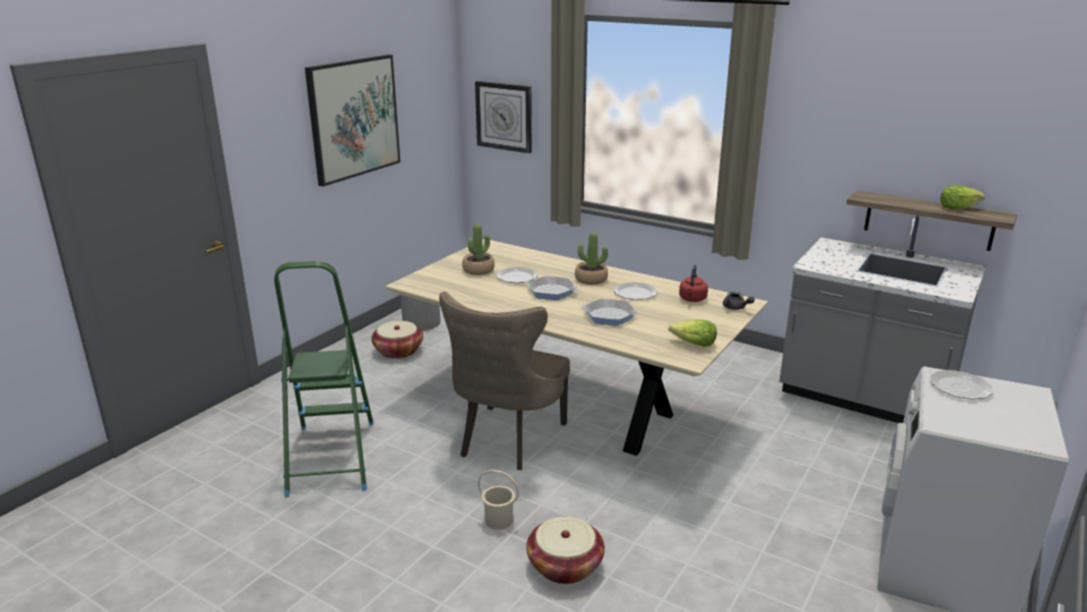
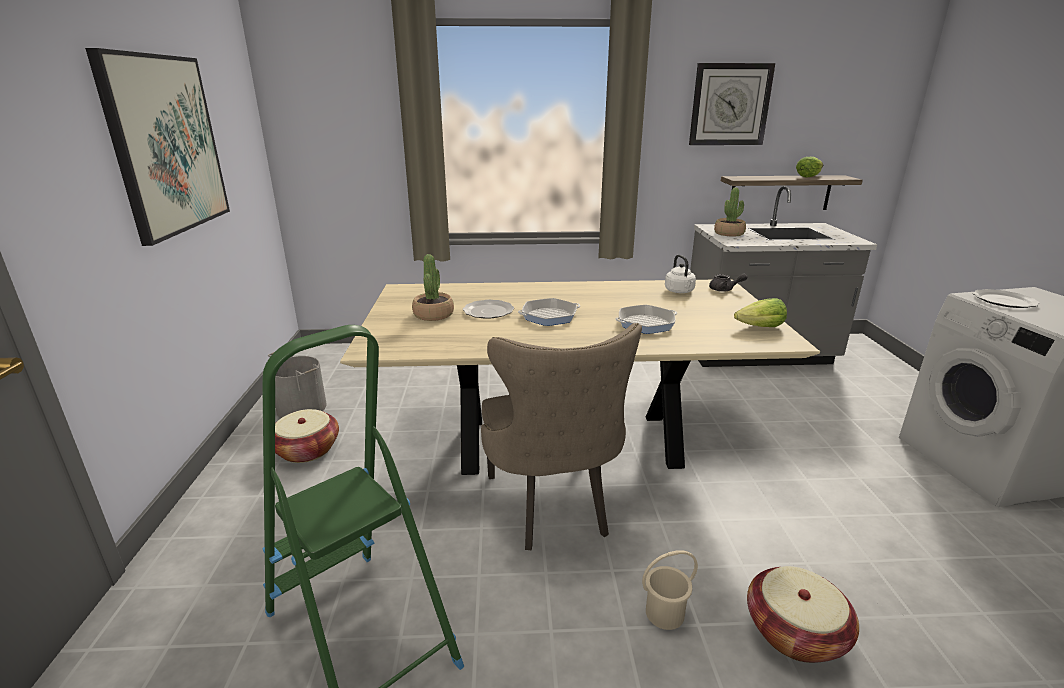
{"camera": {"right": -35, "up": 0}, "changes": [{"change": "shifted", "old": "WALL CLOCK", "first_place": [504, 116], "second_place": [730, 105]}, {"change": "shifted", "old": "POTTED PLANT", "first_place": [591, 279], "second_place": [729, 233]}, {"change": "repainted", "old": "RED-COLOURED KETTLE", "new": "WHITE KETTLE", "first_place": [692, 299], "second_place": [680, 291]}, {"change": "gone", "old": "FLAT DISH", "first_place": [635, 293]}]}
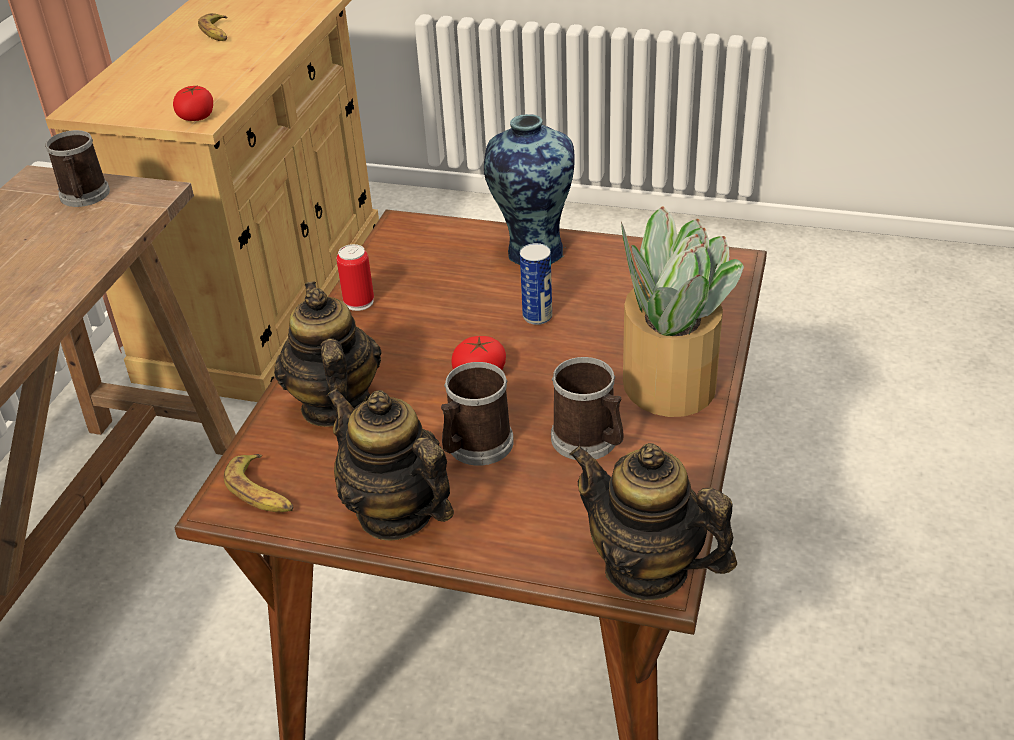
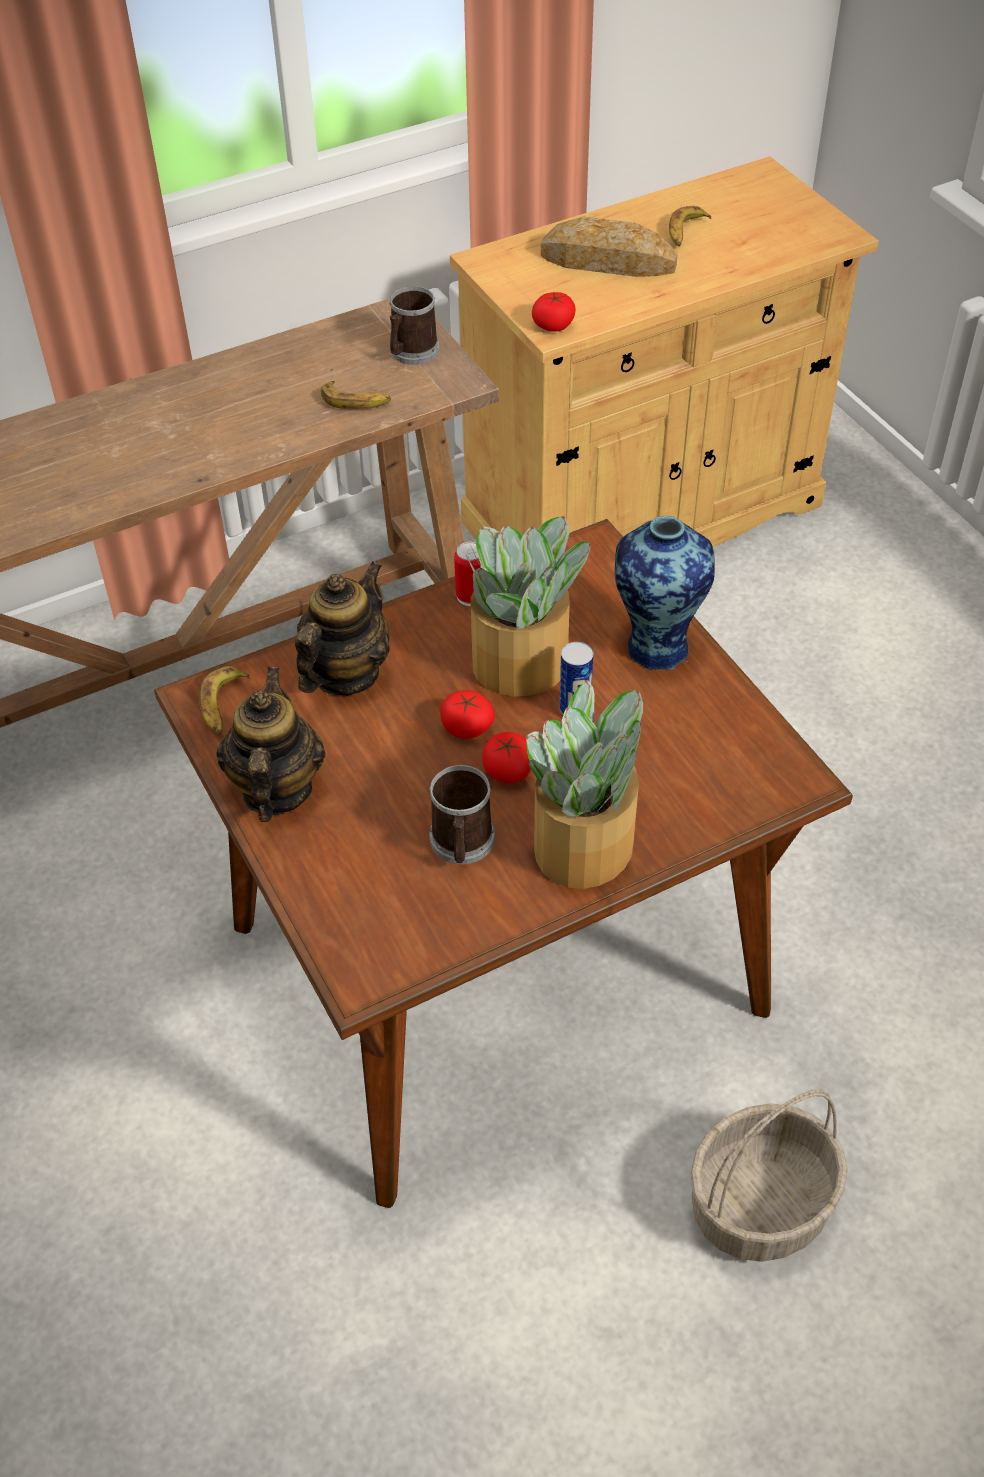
{"camera": {"right": 45, "up": 10}, "changes": [{"change": "gone", "old": "COFFEE MUG", "first_place": [475, 447]}, {"change": "gone", "old": "TEAPOT", "first_place": [647, 569]}, {"change": "new", "new": "BAKED BREAD", "second_place": [608, 261]}, {"change": "new", "new": "BANANA", "second_place": [356, 401]}, {"change": "new", "new": "POTTED PLANT", "second_place": [522, 664]}, {"change": "new", "new": "TOMATO", "second_place": [507, 770]}, {"change": "new", "new": "BASKET", "second_place": [759, 1206]}]}
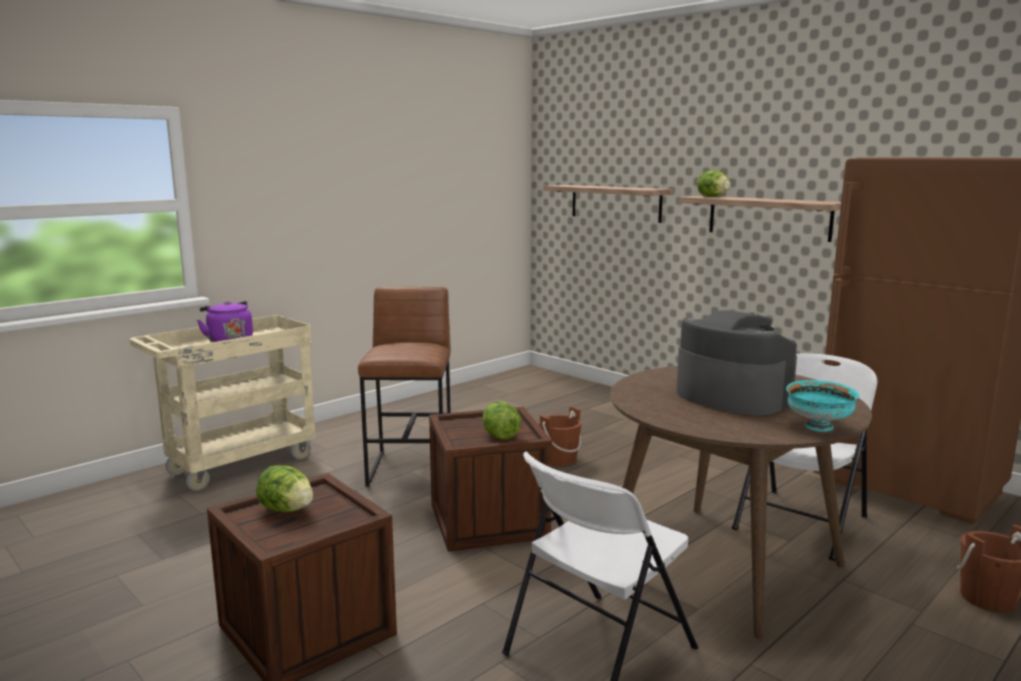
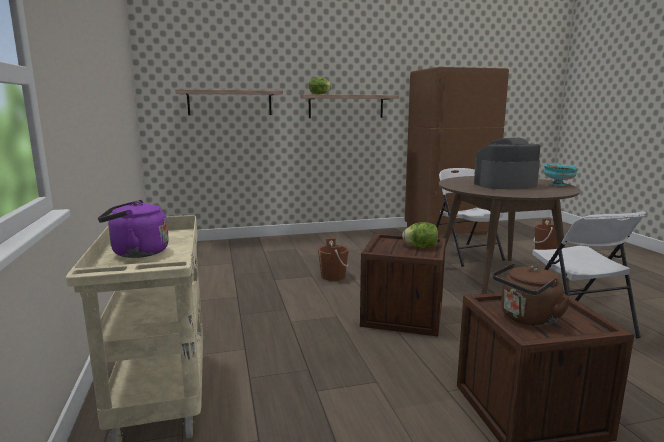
{"camera": {"right": -60, "up": 0}, "changes": [{"change": "gone", "old": "BROWNISH SITTING STOOL", "first_place": [411, 468]}, {"change": "swapped", "old": "HEAD OF LETTUCE", "new": "BROWNISH KETTLE", "first_place": [286, 510], "second_place": [526, 319]}]}
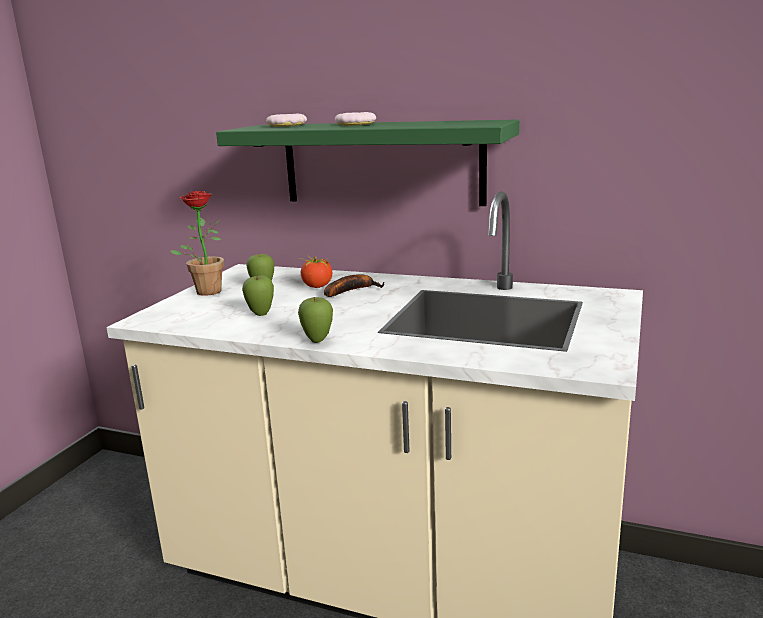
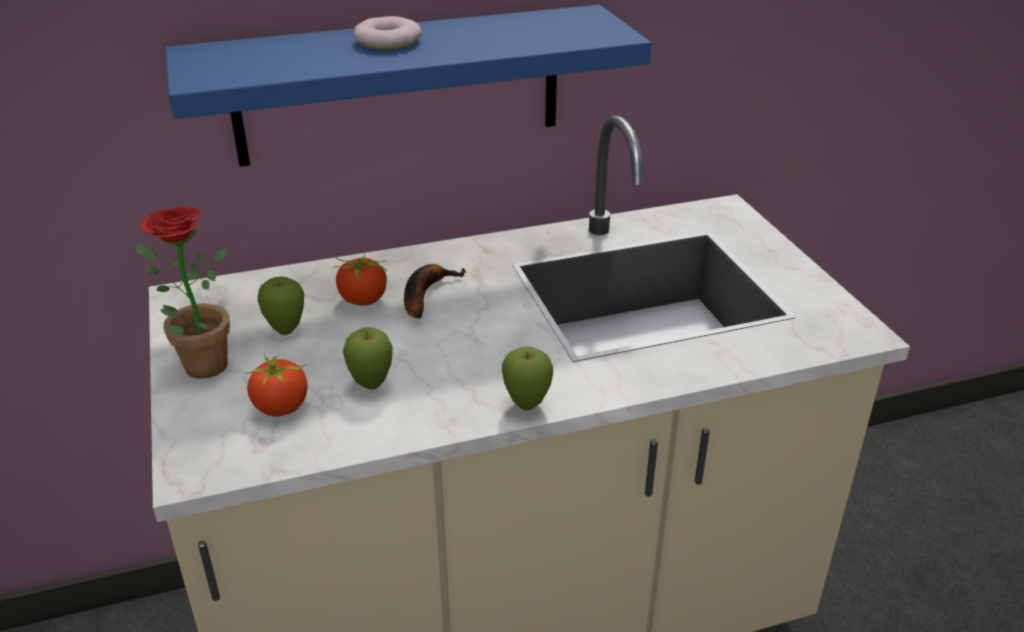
{"camera": {"right": -40, "up": 15}, "changes": [{"change": "gone", "old": "DONUT", "first_place": [287, 125]}, {"change": "repainted", "old": "GREEN SHELF", "new": "BLUISH SHELF", "first_place": [381, 163], "second_place": [399, 86]}, {"change": "new", "new": "TOMATO", "second_place": [281, 407]}]}
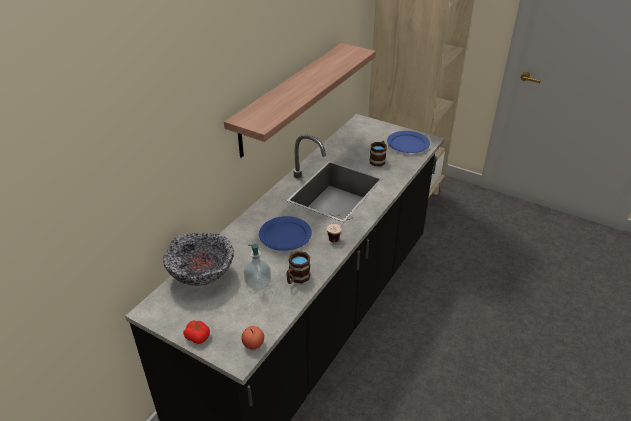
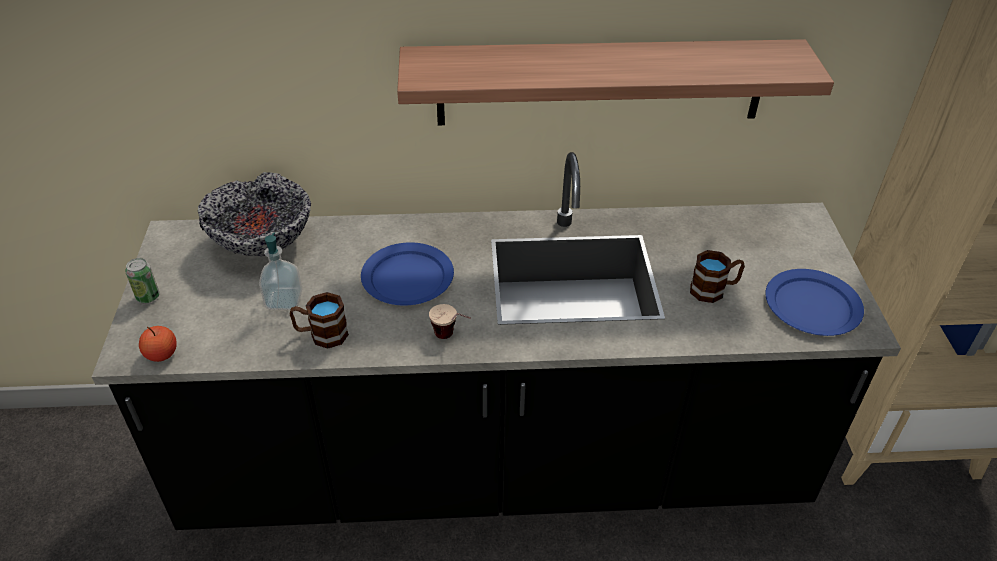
{"camera": {"right": 55, "up": 5}, "changes": [{"change": "swapped", "old": "TOMATO", "new": "METAL CAN", "first_place": [197, 336], "second_place": [148, 296]}]}
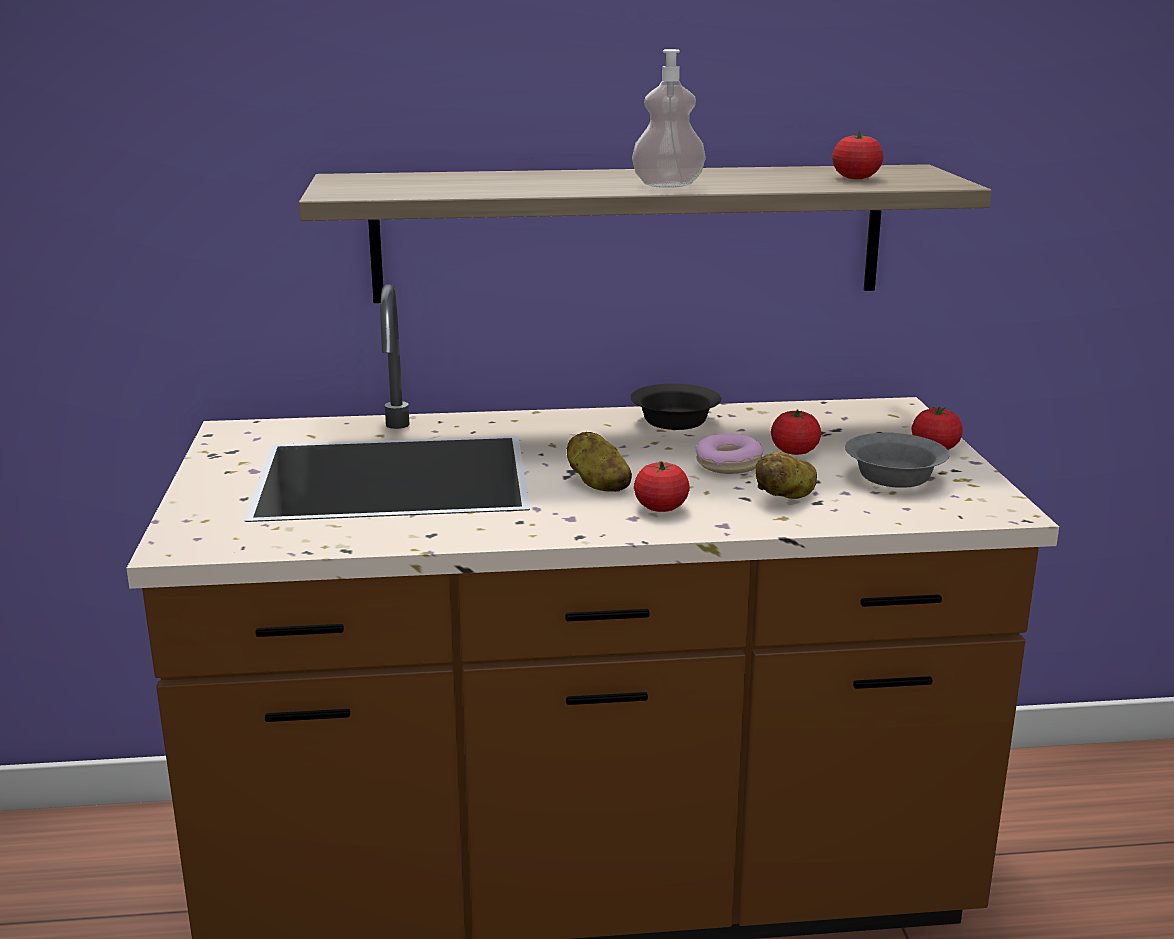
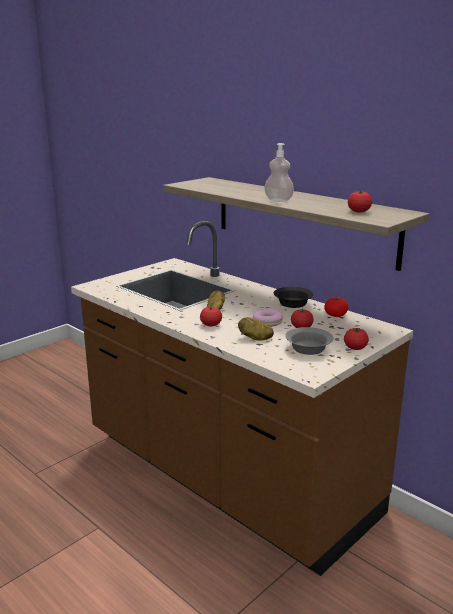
{"camera": {"right": 50, "up": 0}, "changes": [{"change": "new", "new": "TOMATO", "second_place": [336, 315]}]}
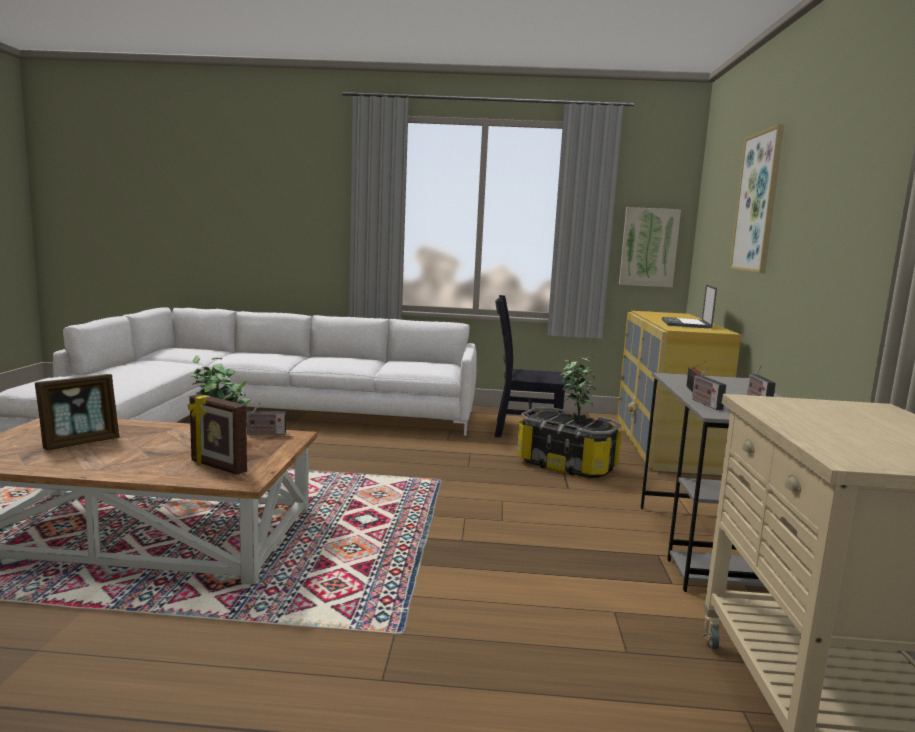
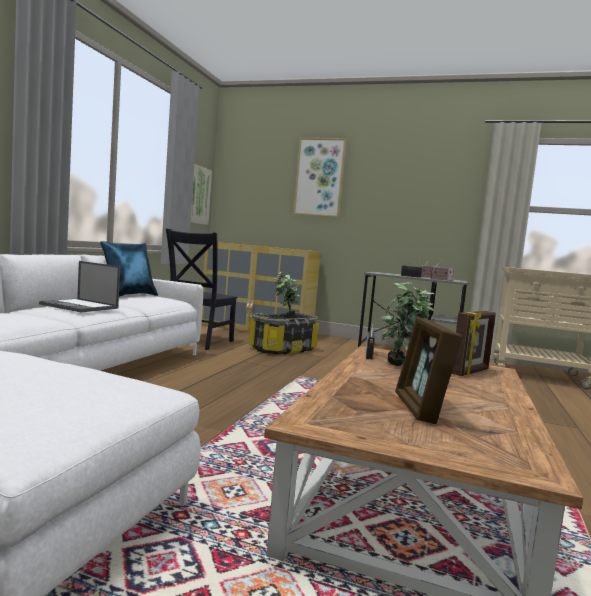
{"camera": {"right": -75, "up": -5}, "changes": [{"change": "shifted", "old": "NOTEBOOK COMPUTER", "first_place": [686, 324], "second_place": [80, 306]}, {"change": "rotated", "old": "PHOTO FRAME", "first_place": [81, 443], "second_place": [420, 409], "degrees": -150}, {"change": "new", "new": "BLUISH THROW PILLOW", "second_place": [128, 296]}]}
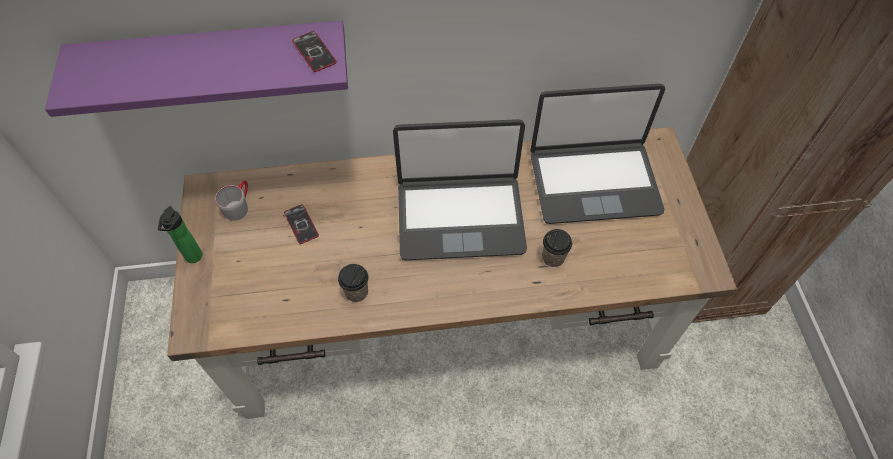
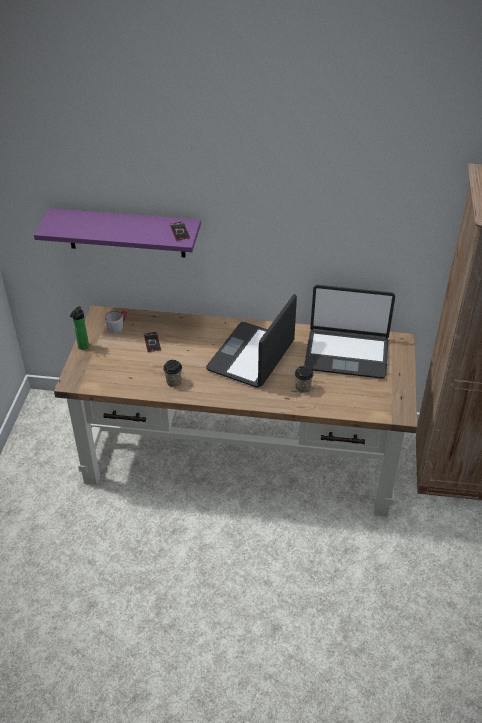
{"camera": {"right": 15, "up": -15}, "changes": [{"change": "rotated", "old": "NOTEBOOK COMPUTER", "first_place": [460, 216], "second_place": [252, 356], "degrees": 105}]}
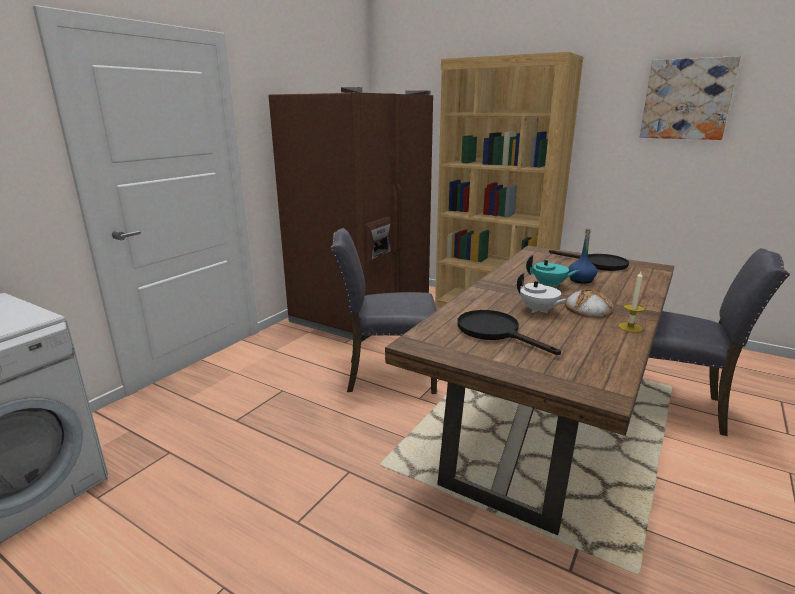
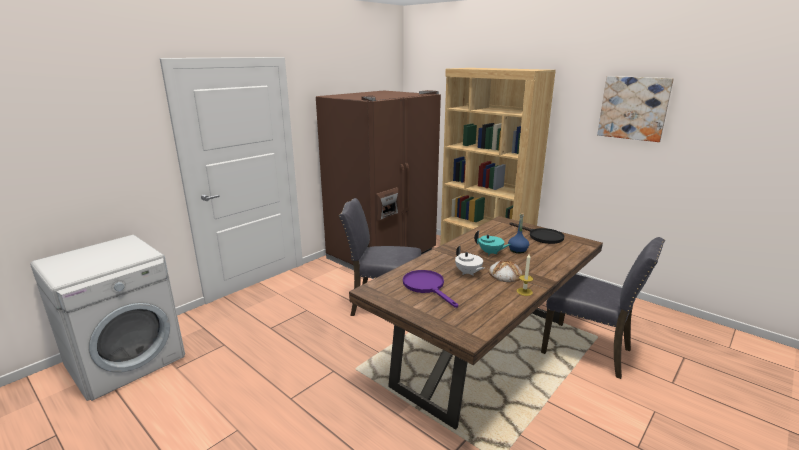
{"camera": {"right": 10, "up": 0}, "changes": [{"change": "repainted", "old": "BLACK-COLOURED SKILLET", "new": "PURPLE-COLOURED SKILLET", "first_place": [495, 332], "second_place": [427, 287]}]}
